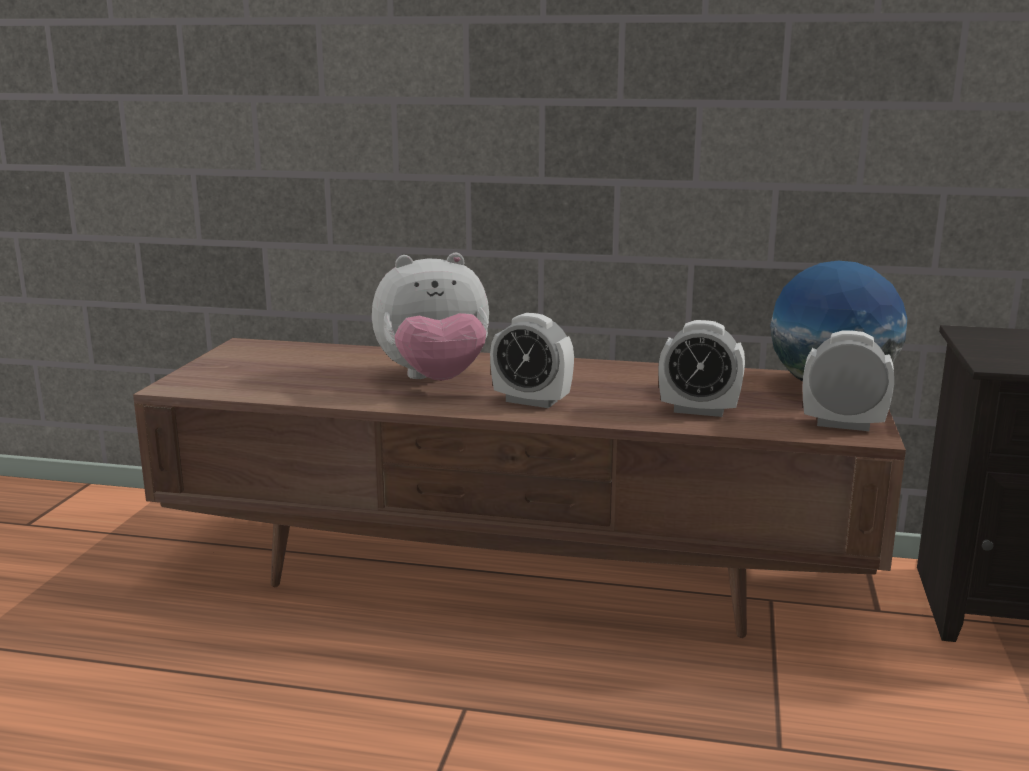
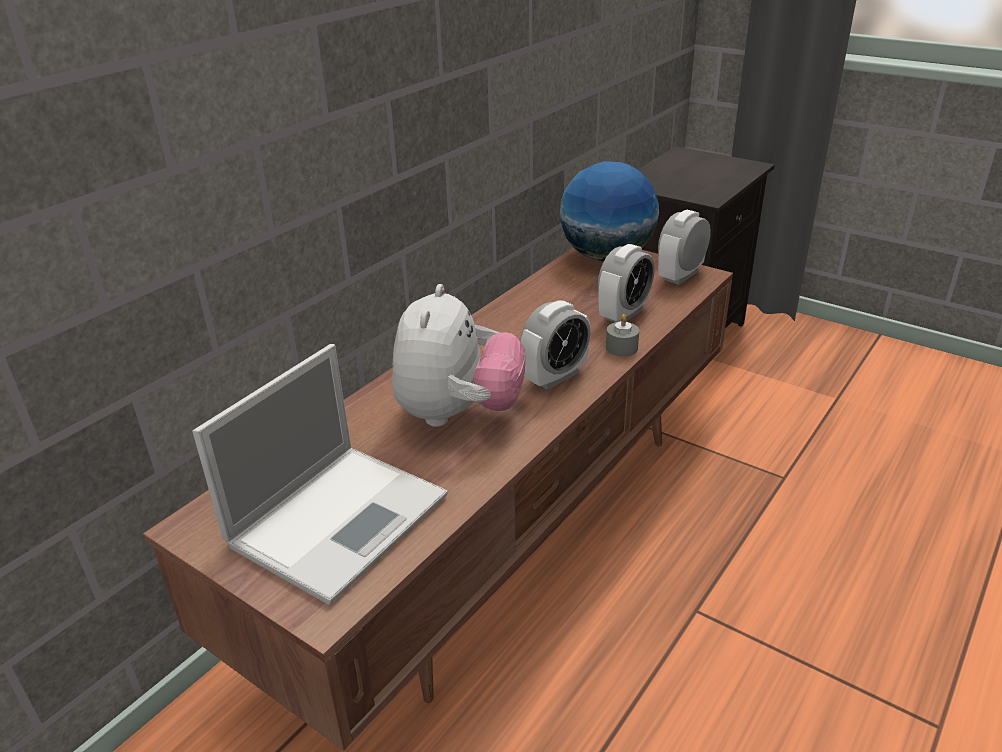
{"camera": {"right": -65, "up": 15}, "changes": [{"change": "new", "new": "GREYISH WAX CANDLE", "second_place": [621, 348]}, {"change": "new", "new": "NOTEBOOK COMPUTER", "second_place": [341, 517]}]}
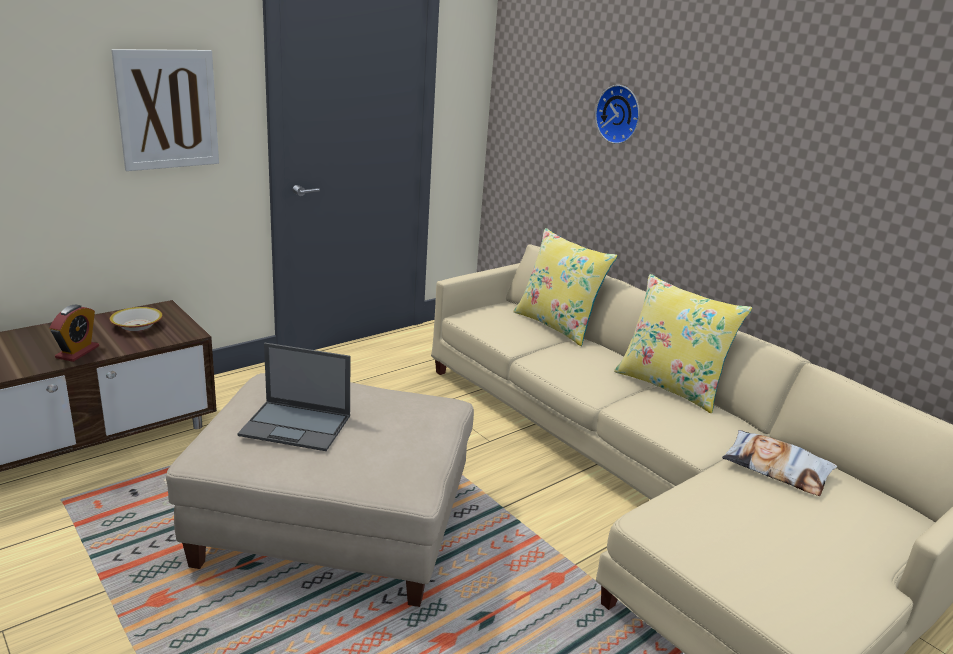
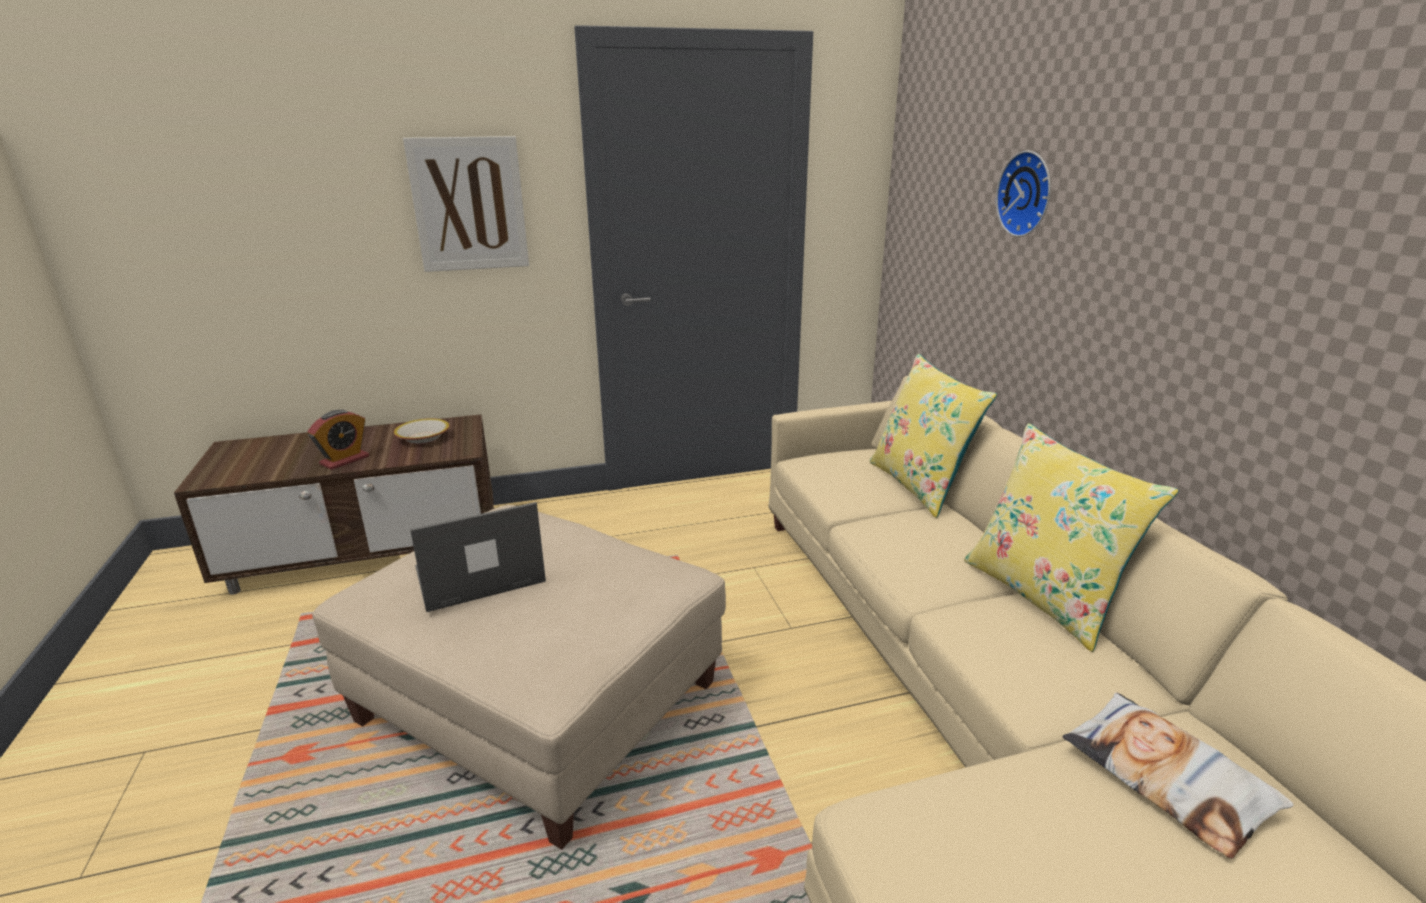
{"camera": {"right": 25, "up": 0}, "changes": [{"change": "rotated", "old": "NOTEBOOK COMPUTER", "first_place": [297, 426], "second_place": [478, 576], "degrees": 120}]}
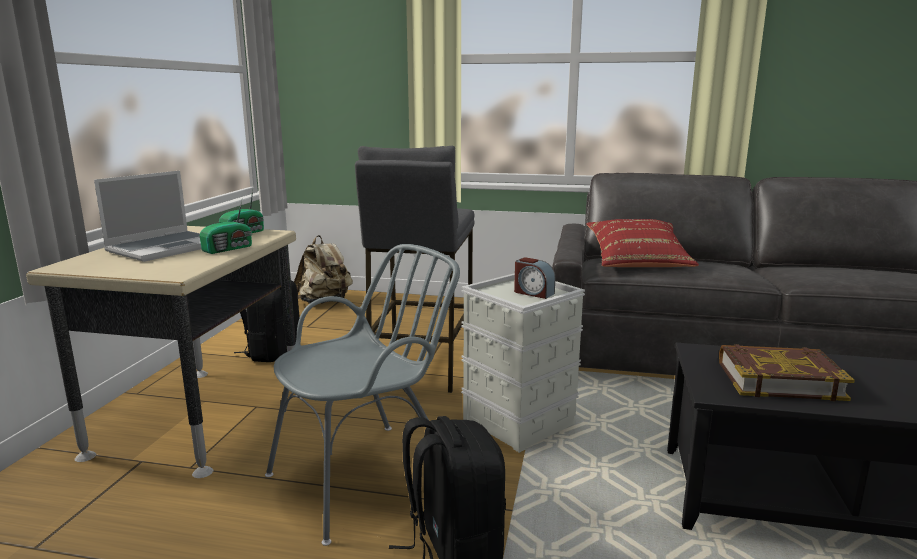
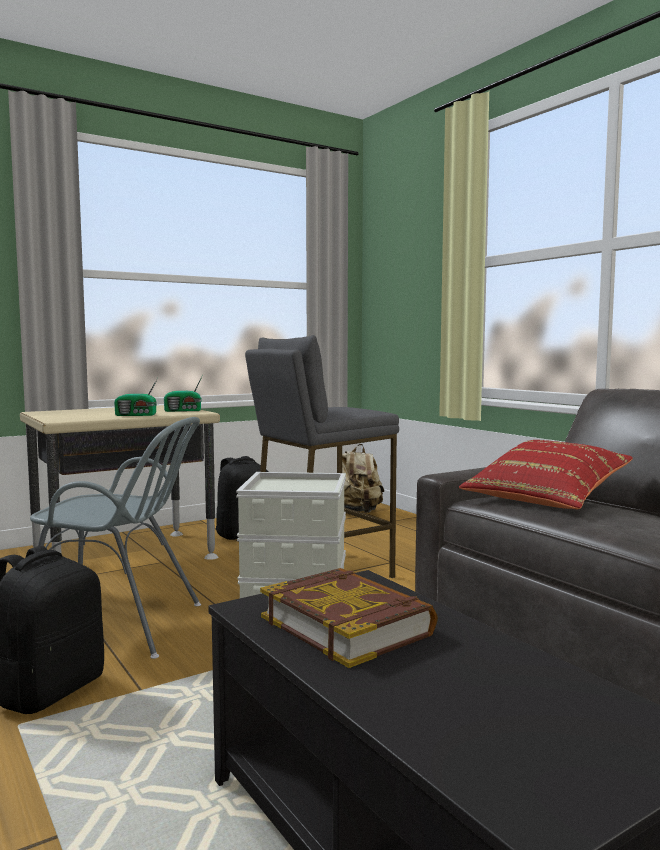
{"camera": {"right": 45, "up": -10}, "changes": [{"change": "gone", "old": "NOTEBOOK COMPUTER", "first_place": [166, 248]}, {"change": "gone", "old": "ALARM CLOCK", "first_place": [533, 293]}]}
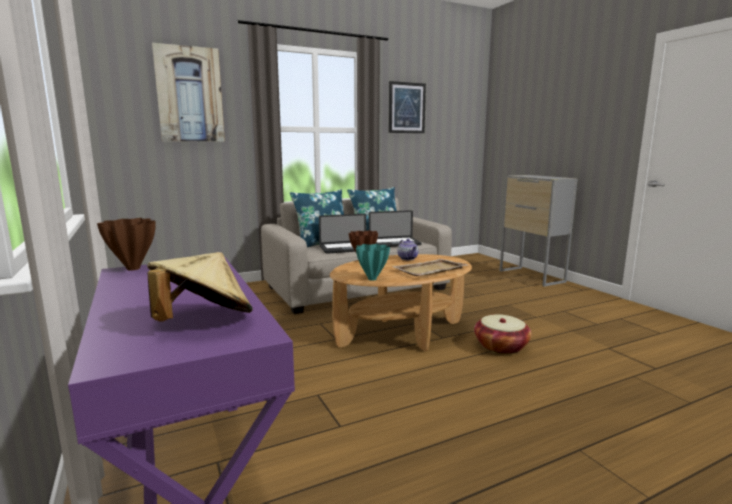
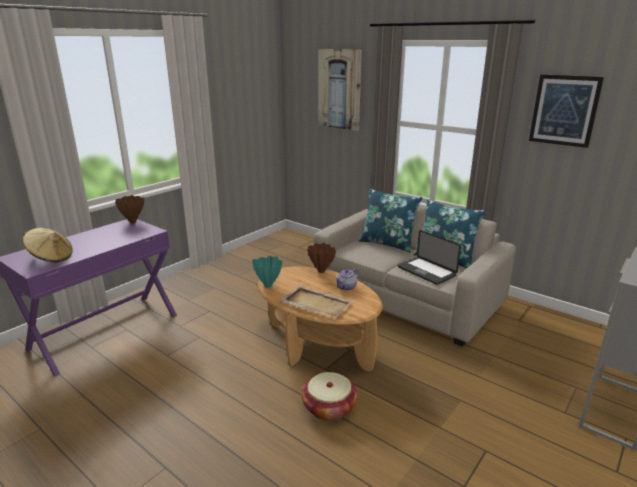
{"camera": {"right": 65, "up": 10}, "changes": [{"change": "gone", "old": "NOTEBOOK COMPUTER", "first_place": [346, 249]}]}
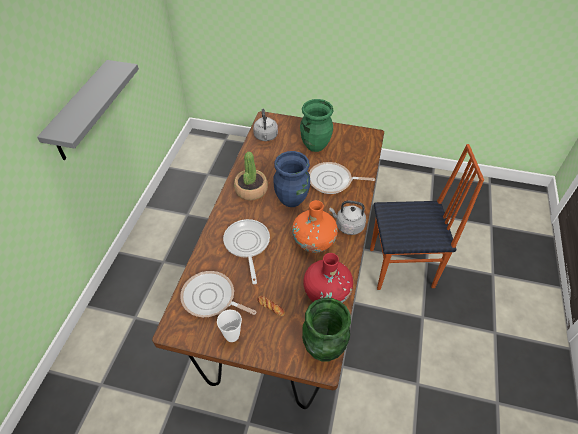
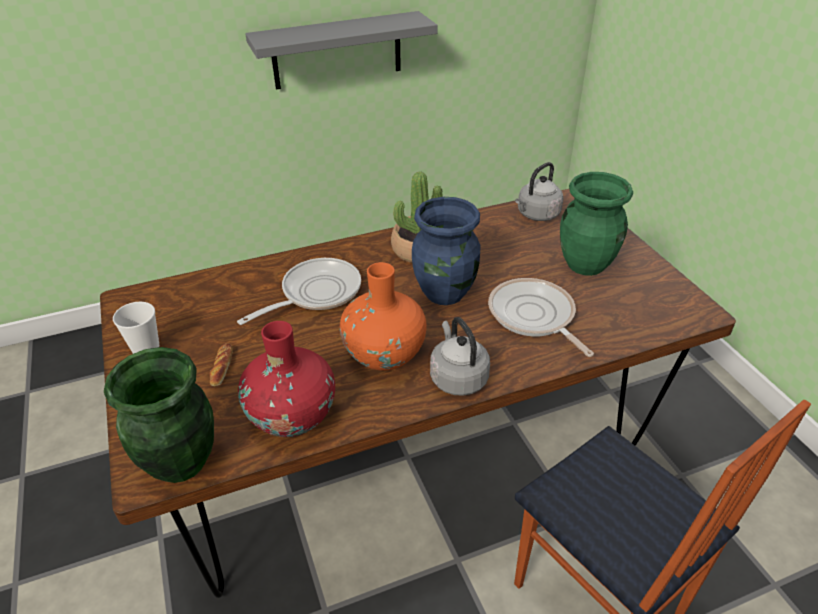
{"camera": {"right": 55, "up": -10}, "changes": [{"change": "gone", "old": "SKILLET", "first_place": [211, 298]}]}
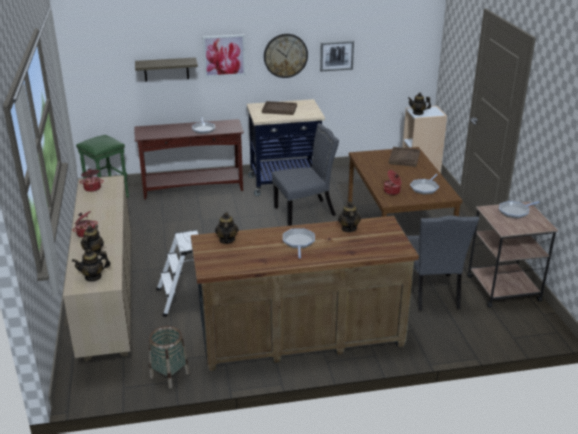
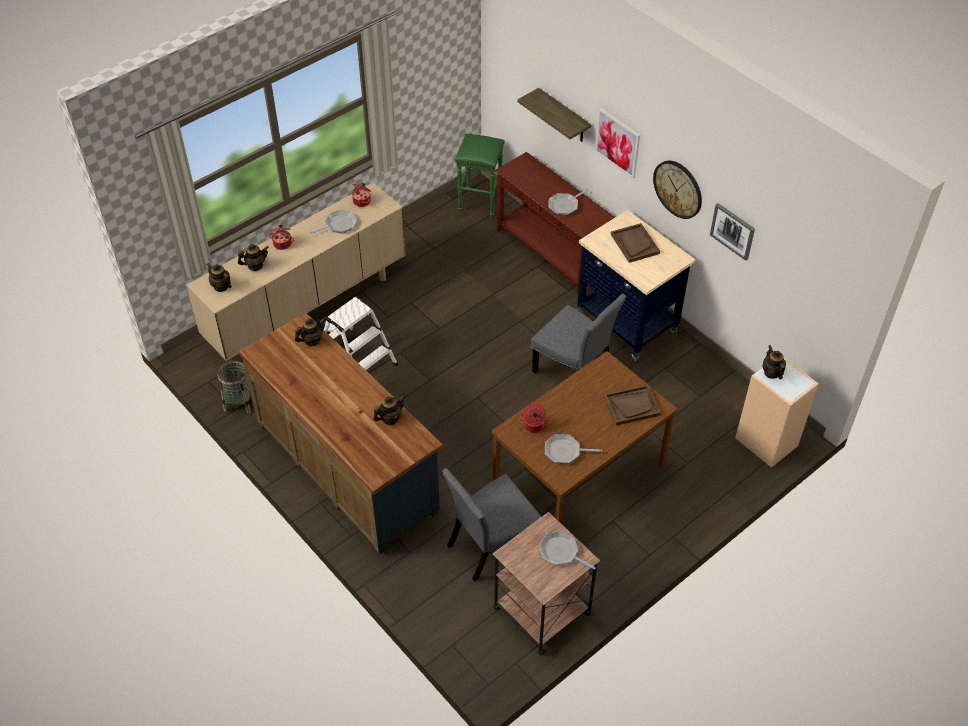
{"camera": {"right": 60, "up": 20}, "changes": [{"change": "shifted", "old": "SKILLET", "first_place": [298, 242], "second_place": [339, 225]}]}
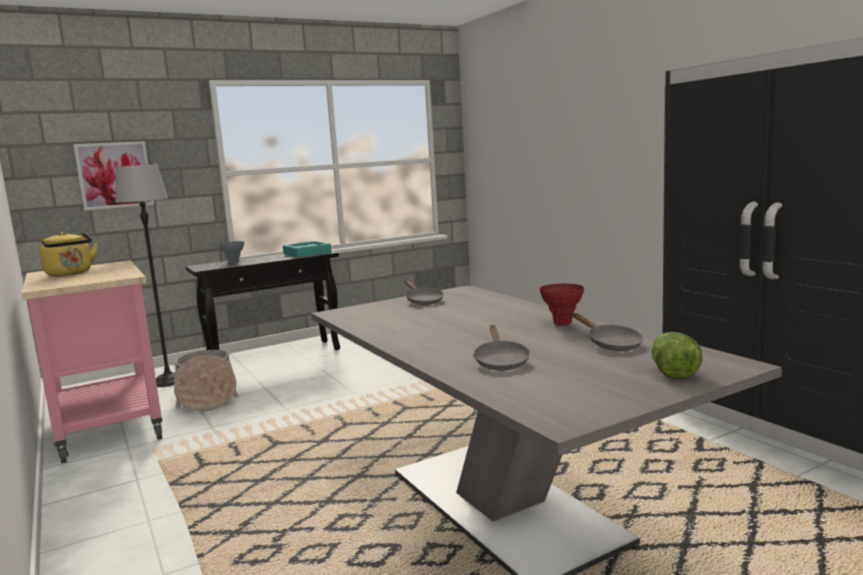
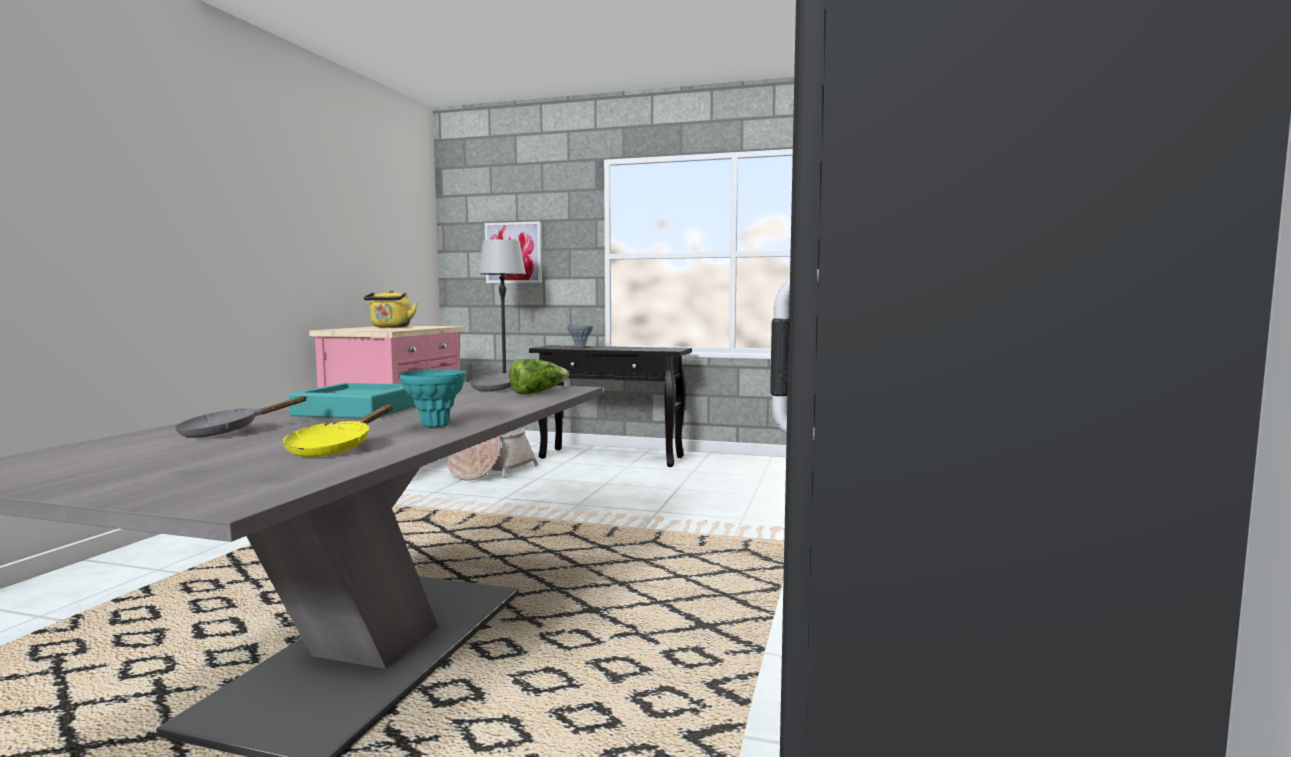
{"camera": {"right": 45, "up": -5}, "changes": [{"change": "shifted", "old": "TURQUOISE-COLOURED CARRYING TRAY", "first_place": [307, 253], "second_place": [357, 410]}, {"change": "repainted", "old": "RED-COLOURED VASE", "new": "TURQUOISE-COLOURED VASE", "first_place": [562, 323], "second_place": [434, 425]}, {"change": "repainted", "old": "GREYISH SKILLET", "new": "YELLOW SKILLET", "first_place": [610, 344], "second_place": [335, 448]}, {"change": "shifted", "old": "HEAD OF LETTUCE", "first_place": [673, 371], "second_place": [537, 392]}]}
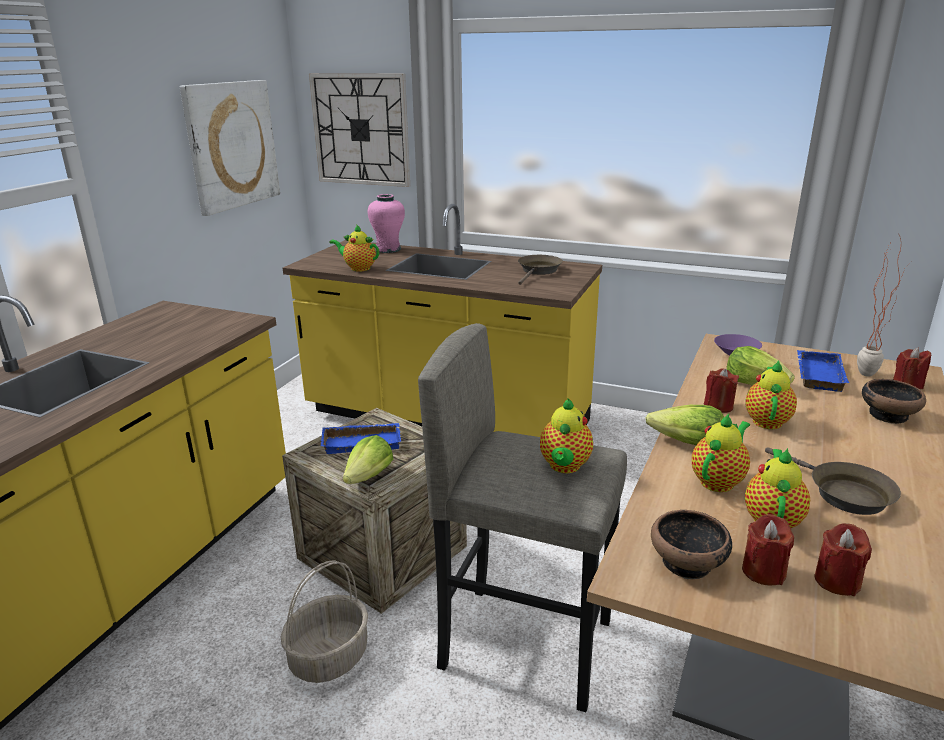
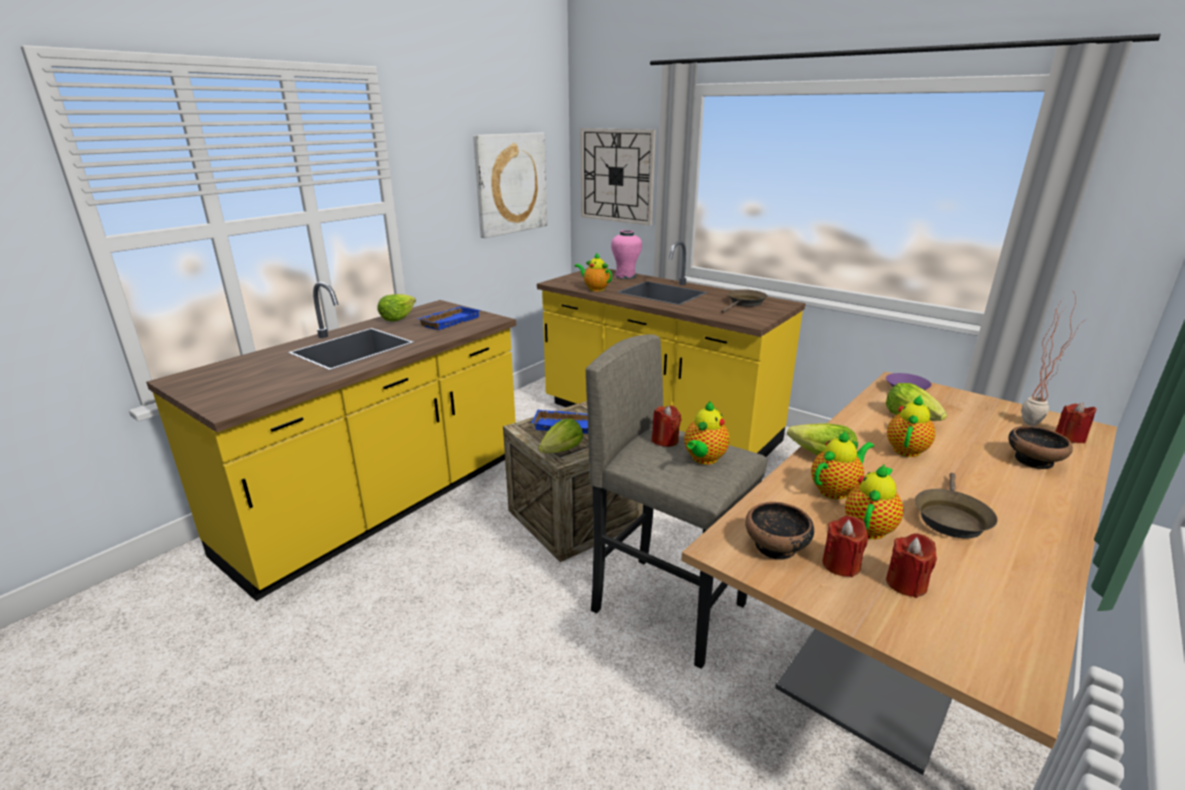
{"camera": {"right": 15, "up": 0}, "changes": [{"change": "shifted", "old": "BLUISH CARRYING TRAY", "first_place": [816, 374], "second_place": [449, 321]}, {"change": "shifted", "old": "RED-COLOURED WAX CANDLE", "first_place": [718, 406], "second_place": [665, 440]}, {"change": "rotated", "old": "BROWNISH SKILLET", "first_place": [843, 493], "second_place": [950, 517], "degrees": 45}, {"change": "gone", "old": "BASKET", "first_place": [329, 656]}, {"change": "new", "new": "HEAD OF LETTUCE", "second_place": [398, 318]}]}
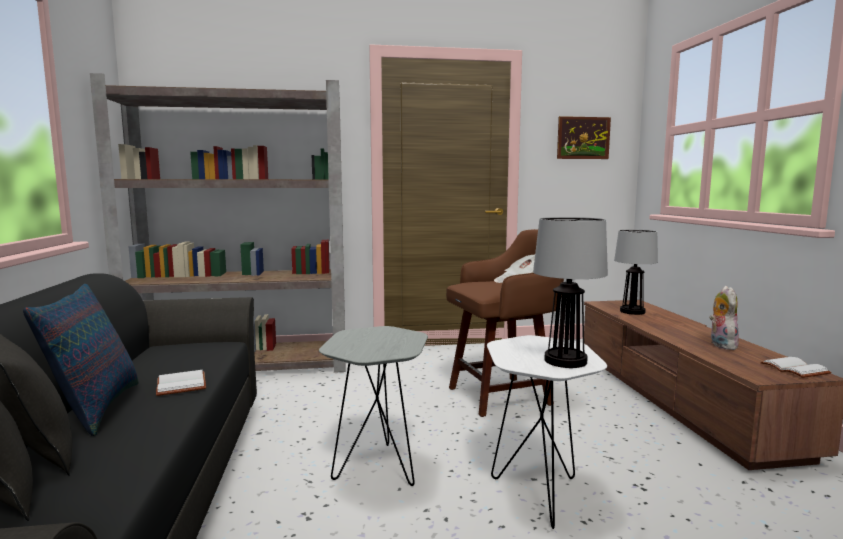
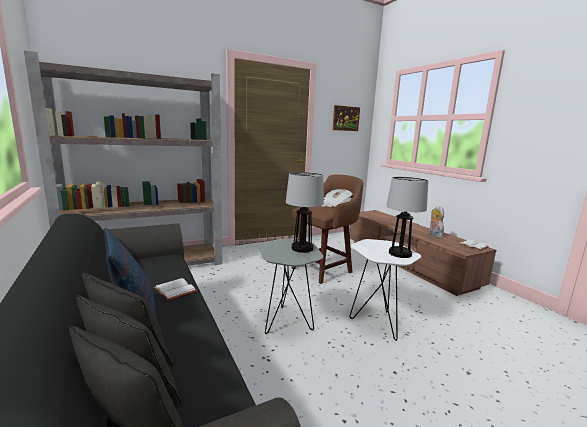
{"camera": {"right": -20, "up": 5}, "changes": [{"change": "shifted", "old": "TABLETOP LAMP", "first_place": [632, 311], "second_place": [302, 248]}]}
